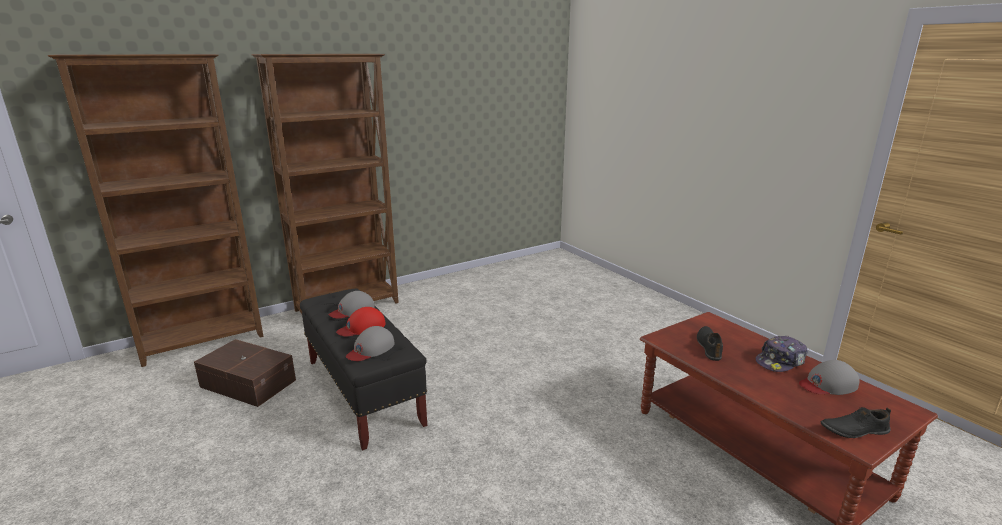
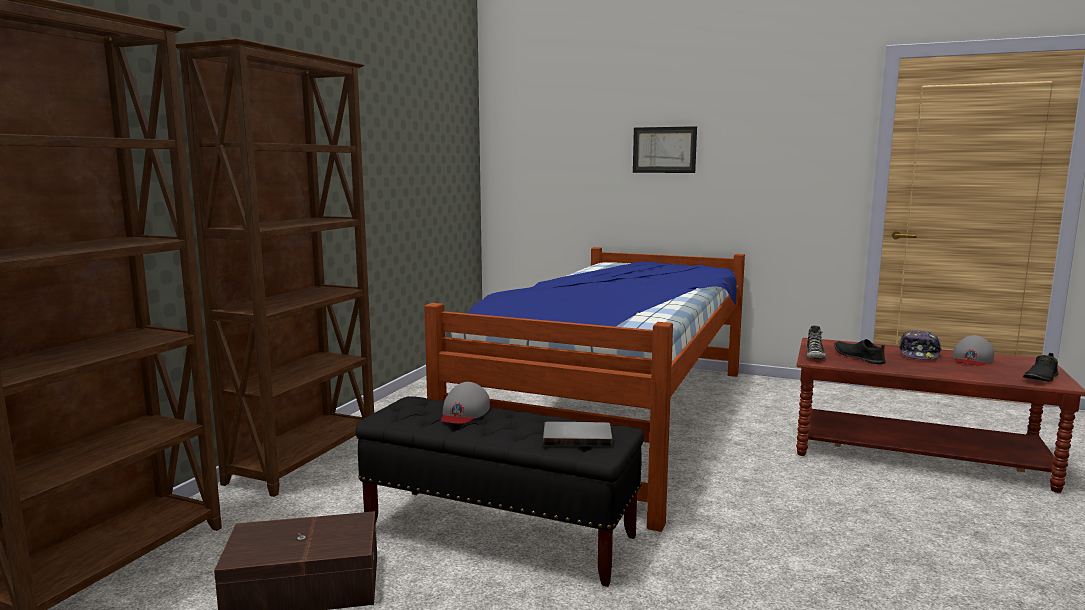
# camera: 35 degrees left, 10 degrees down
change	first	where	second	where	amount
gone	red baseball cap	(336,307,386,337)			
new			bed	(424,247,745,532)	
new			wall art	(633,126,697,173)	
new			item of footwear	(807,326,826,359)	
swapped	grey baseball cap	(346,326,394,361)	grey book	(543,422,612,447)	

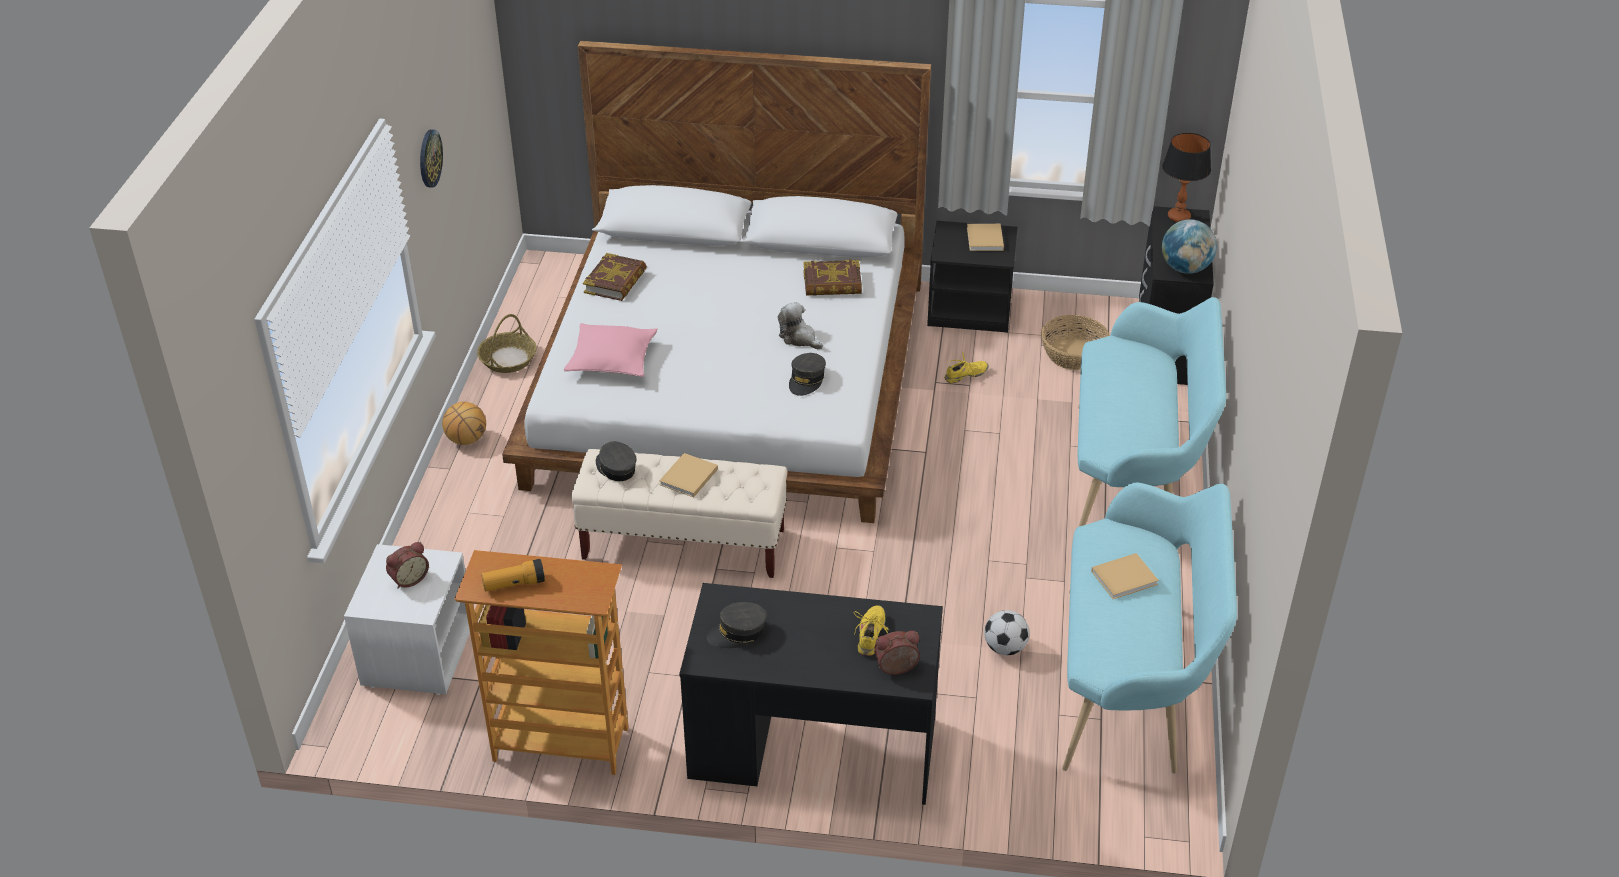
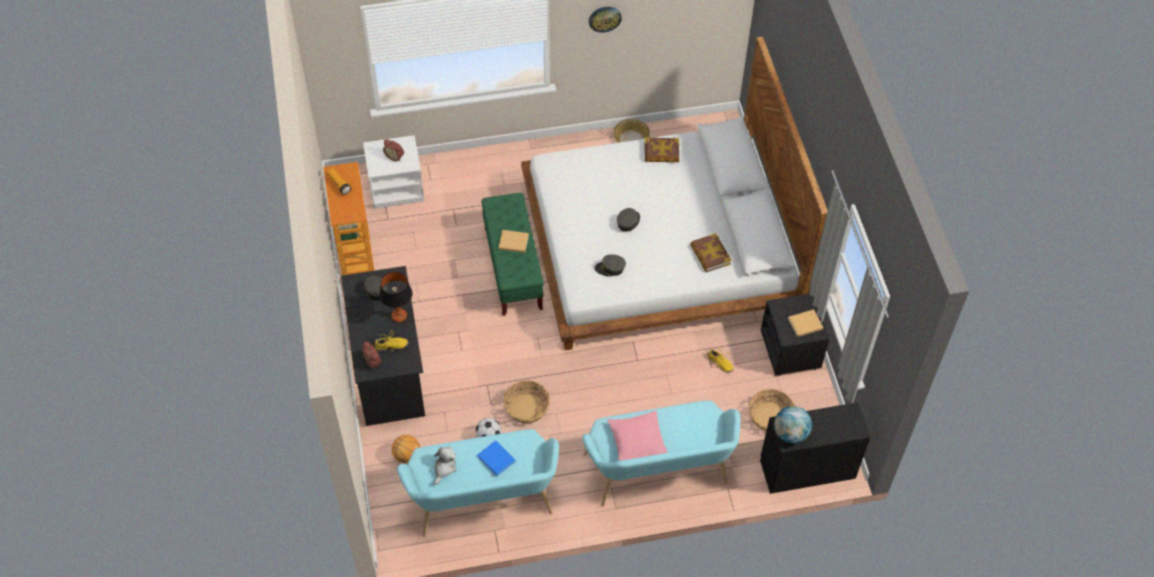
# camera: 70 degrees right, 15 degrees up
change	first	where	second	where	amount
new			storage basket	(503,380,550,424)	
shifted	basketball	(442,402,486,445)		(392,435,420,463)	
shifted	pinkish cushion	(564,323,657,377)		(607,411,668,461)	
shifted	grey baseball cap	(596,442,636,481)		(617,208,640,232)	
shifted	soft toy	(778,302,823,349)		(434,447,456,485)	
shifted	lamp for a table	(1162,133,1211,222)		(379,272,412,322)	
repainted	sand-coloured long seat	(571,449,787,578)	green long seat	(481,193,544,316)	
repainted	sand-coloured book	(1091,553,1159,599)	blue book	(477,441,516,476)	

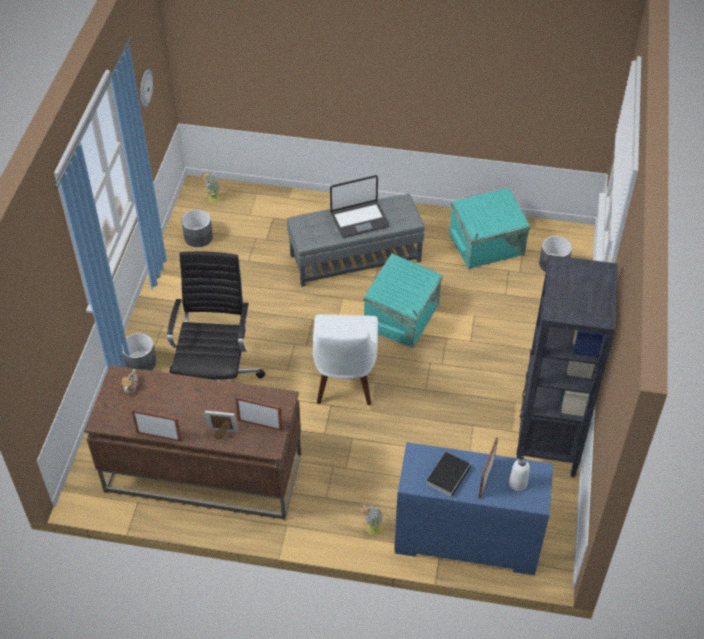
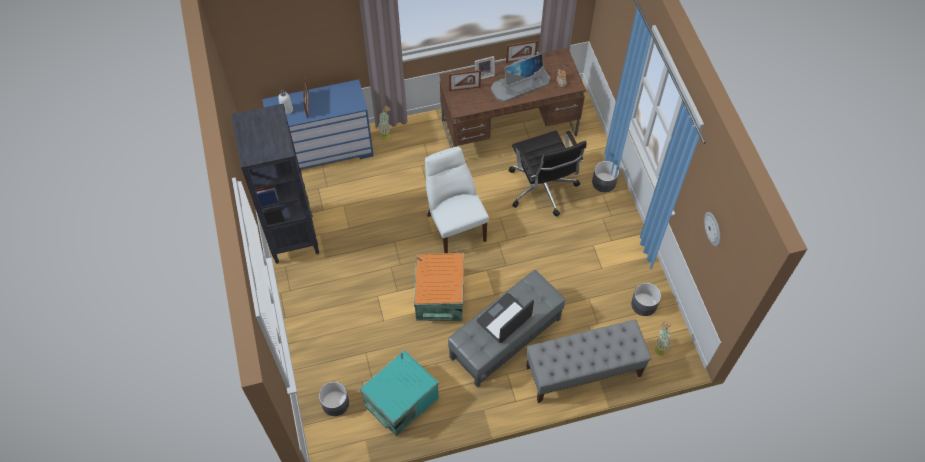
# camera: 155 degrees right, 10 degrees up
change	first	where	second	where	amount
gone	book	(427,452,472,497)			
new			computer display	(491,53,551,102)	
new			grey long seat	(526,319,651,403)	
repainted	blue-green storage container	(363,254,443,348)	orange storage container	(414,253,464,321)	

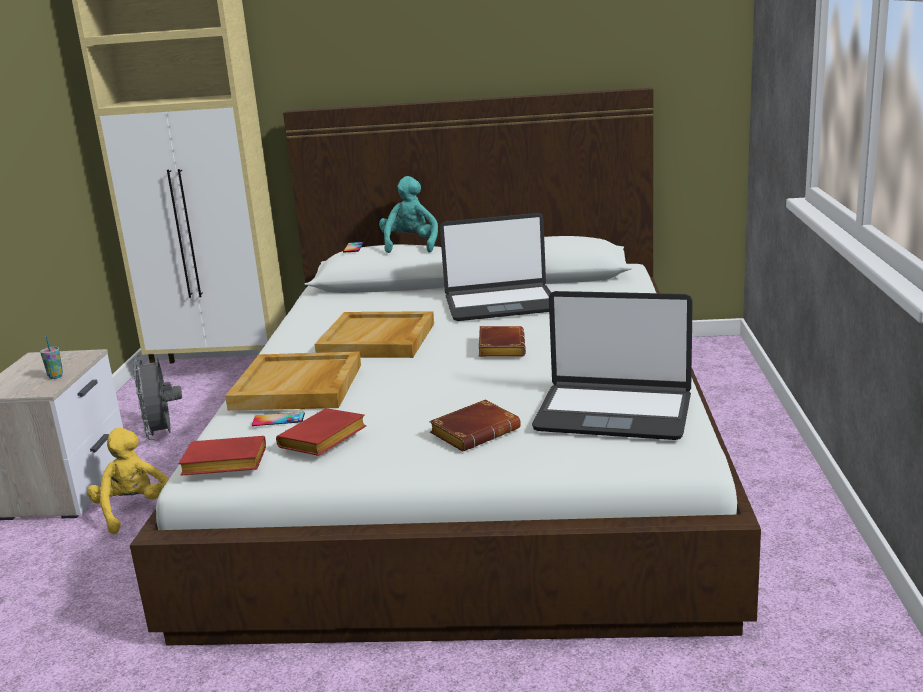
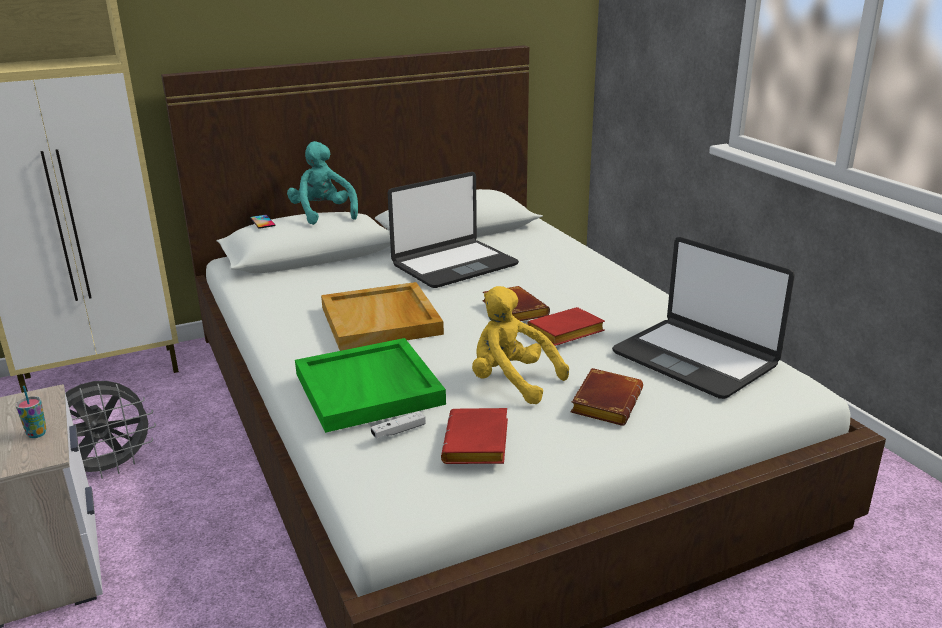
# camera: 30 degrees left, 5 degrees up
change	first	where	second	where	amount
shifted	yellowish soft toy	(87,428,169,534)		(472,286,569,404)	
shifted	red book	(178,436,266,476)		(527,307,605,346)	
swapped	phone	(252,412,305,426)	white gamepad	(371,411,425,438)	
repainted	sand-coloured tray	(225,351,361,411)	green tray	(295,338,446,433)	
rotated	grey electric fan	(133,355,182,442)		(66,381,156,479)	75 degrees counterclockwise
rotated	laptop	(532,291,693,440)		(612,237,795,399)	60 degrees clockwise

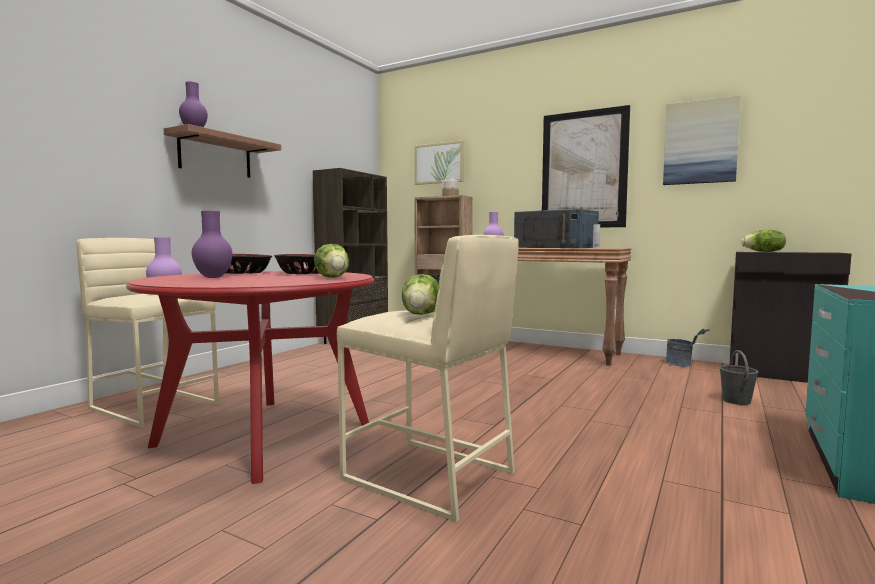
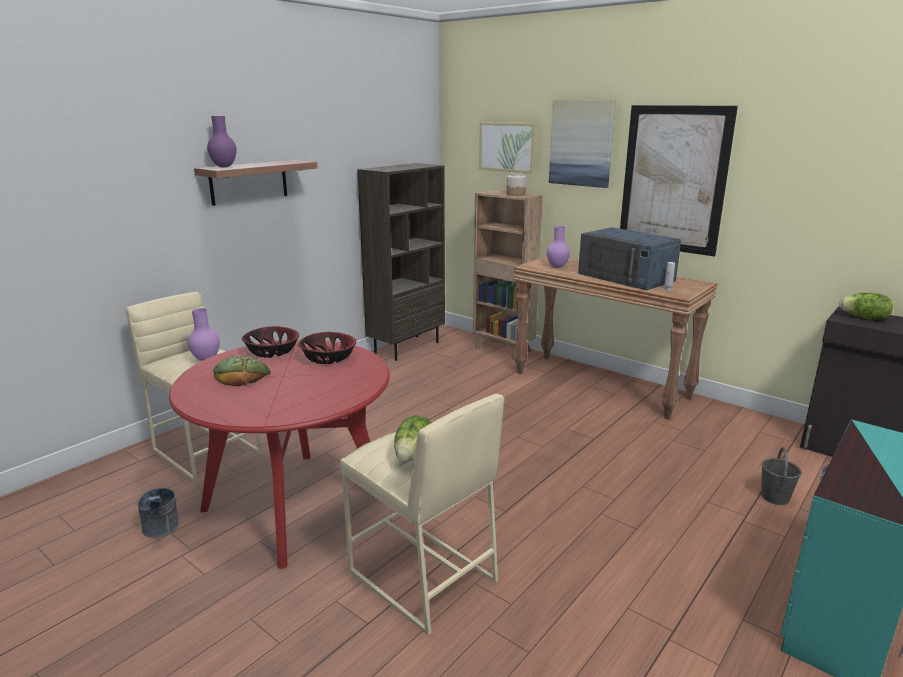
# camera: 10 degrees right, 15 degrees up
change	first	where	second	where	amount
gone	lettuce	(314,244,349,278)			
shifted	wall art	(663,95,741,185)		(549,100,616,188)	
shifted	grey water bucket	(666,329,710,367)		(137,488,179,538)	
swapped	purplish decorative vase	(192,211,232,278)	bread	(213,356,271,386)	

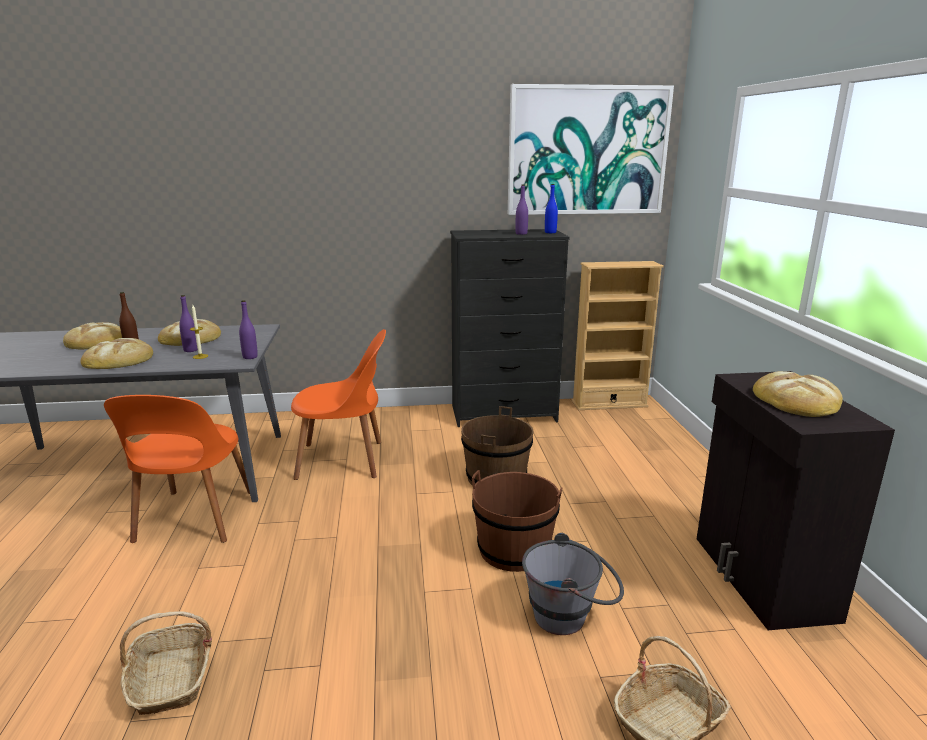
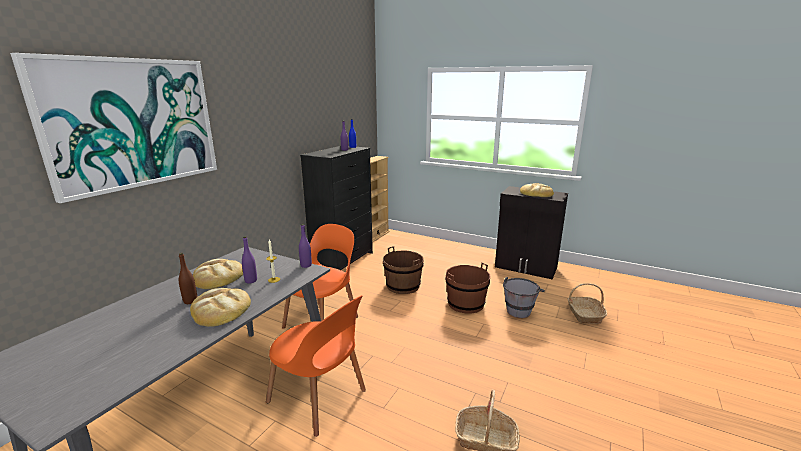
# camera: 55 degrees left, 0 degrees up
change	first	where	second	where	amount
gone	bread	(63,322,122,349)			
shifted	wall art	(508,84,674,215)		(10,53,217,203)	

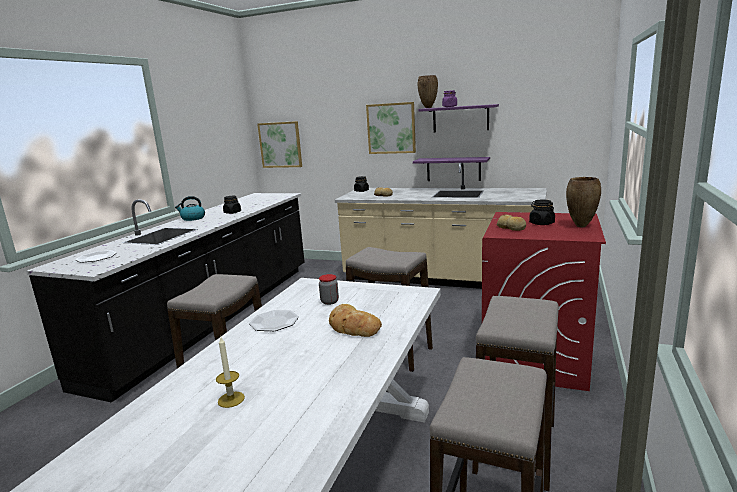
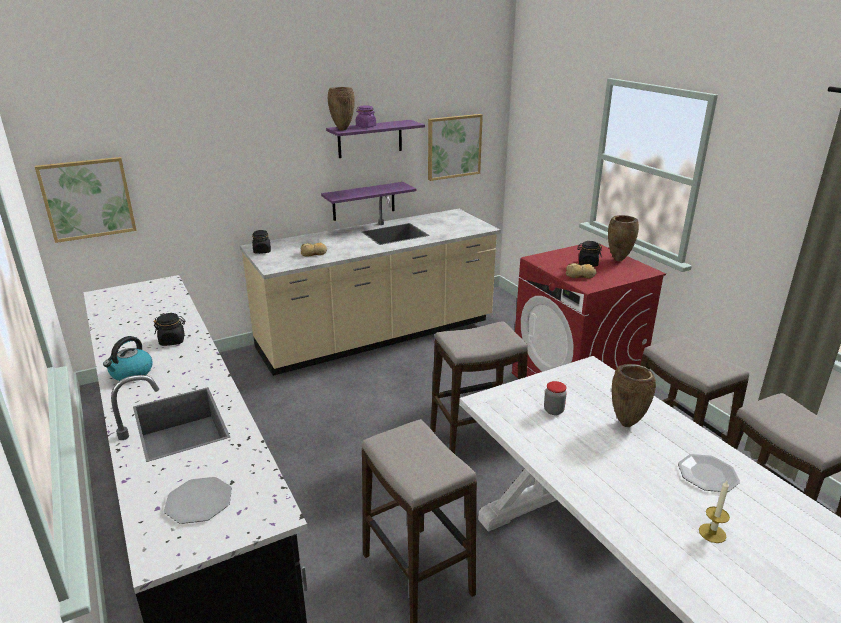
# camera: 50 degrees left, 10 degrees up
change	first	where	second	where	amount
shifted	flat dish	(249,310,299,331)		(678,454,740,492)	
shifted	wall art	(366,102,416,154)		(428,114,483,181)	
swapped	bread	(329,304,382,337)	brown-coloured decorative vase	(612,364,656,427)	

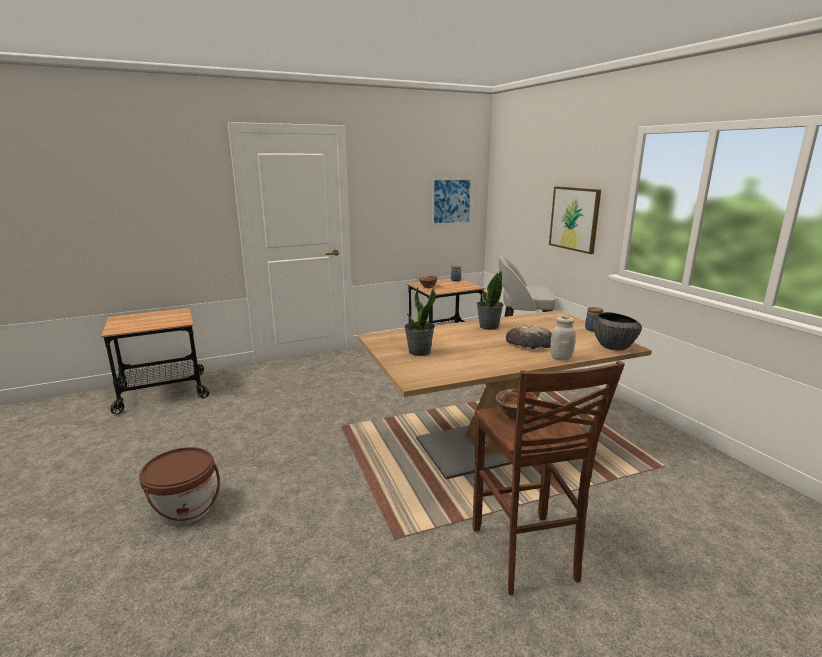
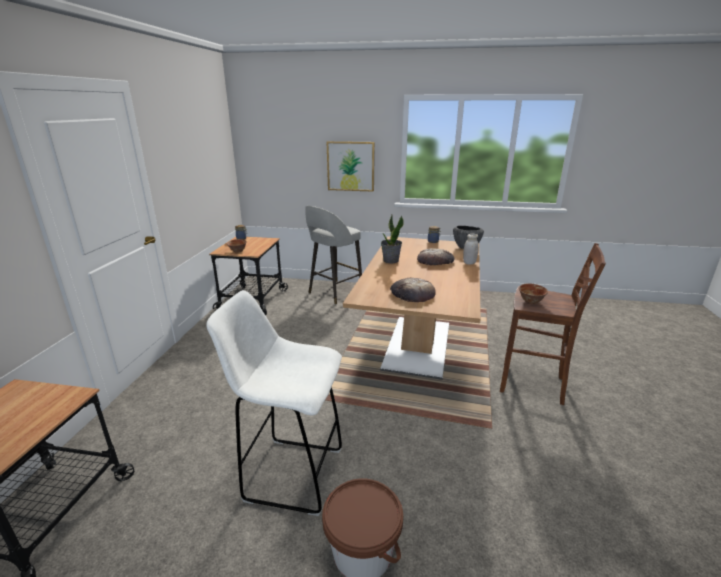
# camera: 55 degrees left, 5 degrees up
change	first	where	second	where	amount
gone	wall art	(432,178,472,225)			
new			white stool seat	(206,290,342,516)	
swapped	plant in a pot	(404,286,436,356)	bread	(390,278,436,302)	

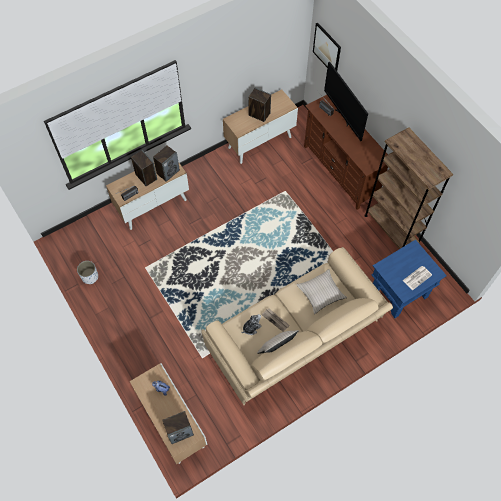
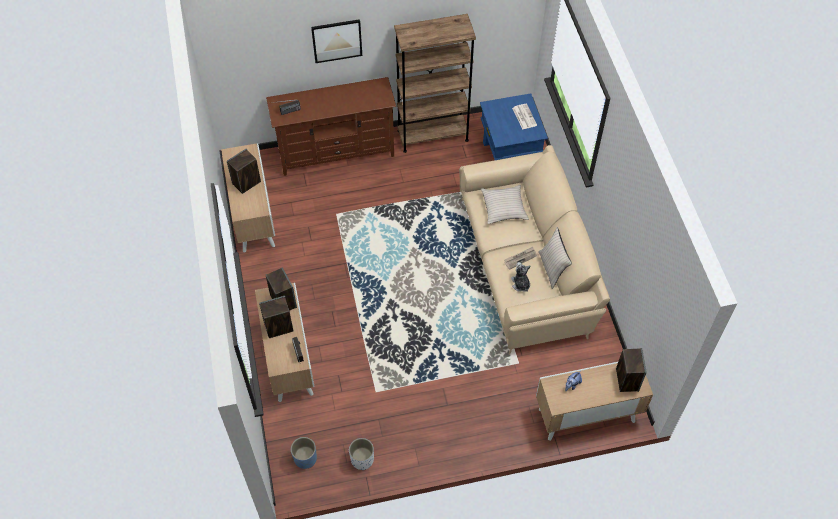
# camera: 70 degrees left, 5 degrees down
change	first	where	second	where	amount
gone	TV	(324,62,368,141)			
new			blue planter	(291,437,317,469)	
shifted	wall art	(313,22,341,71)		(311,19,362,63)	

